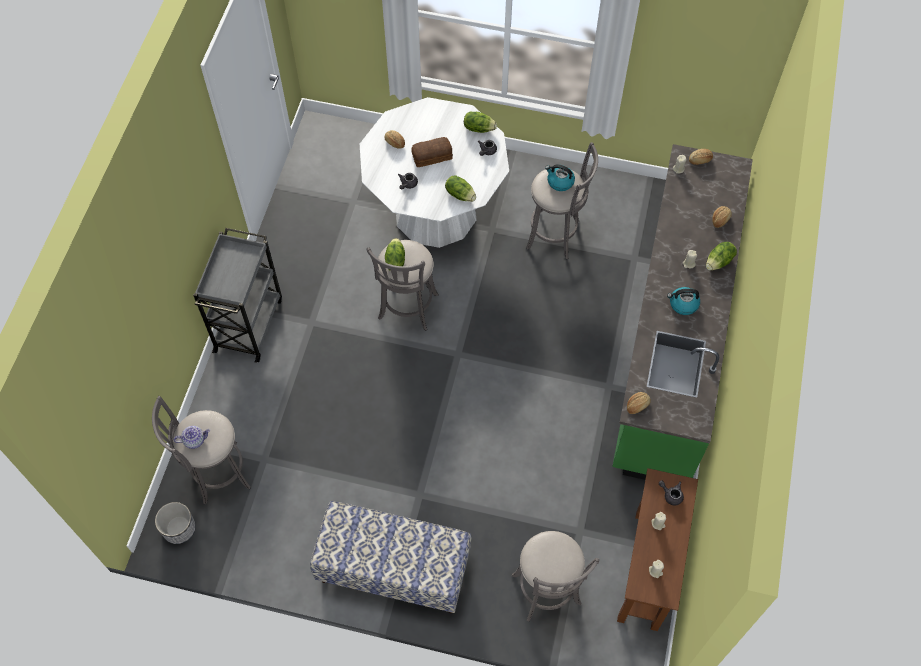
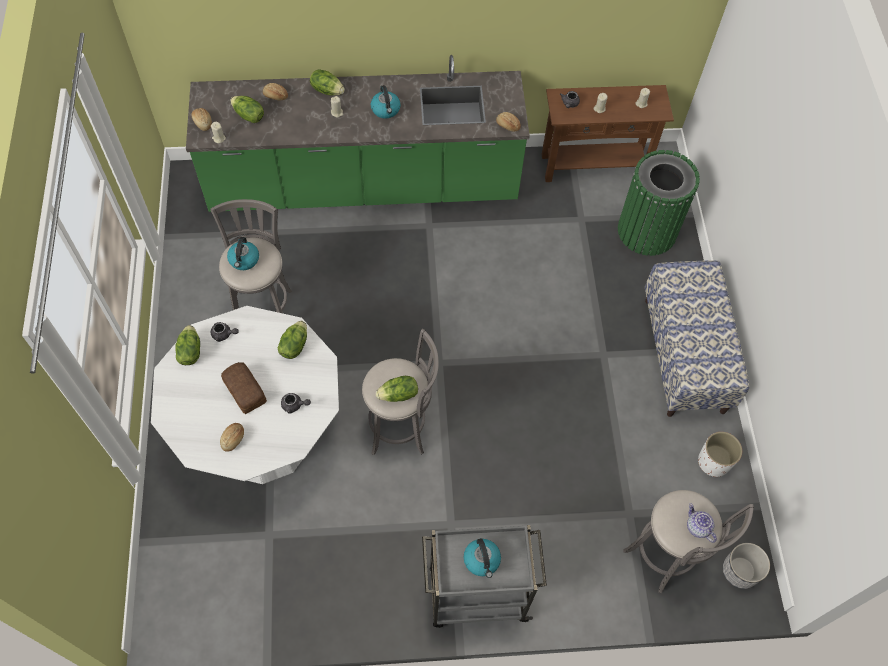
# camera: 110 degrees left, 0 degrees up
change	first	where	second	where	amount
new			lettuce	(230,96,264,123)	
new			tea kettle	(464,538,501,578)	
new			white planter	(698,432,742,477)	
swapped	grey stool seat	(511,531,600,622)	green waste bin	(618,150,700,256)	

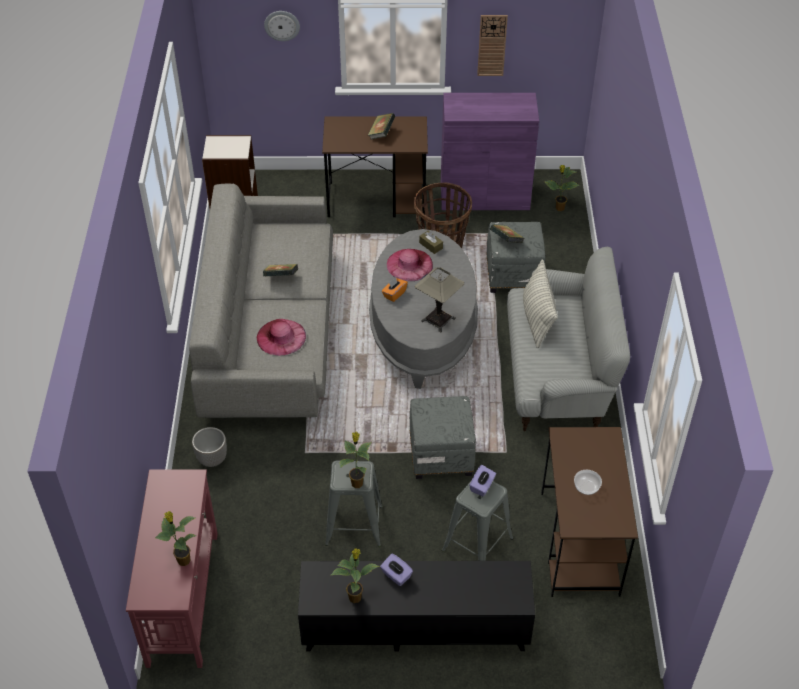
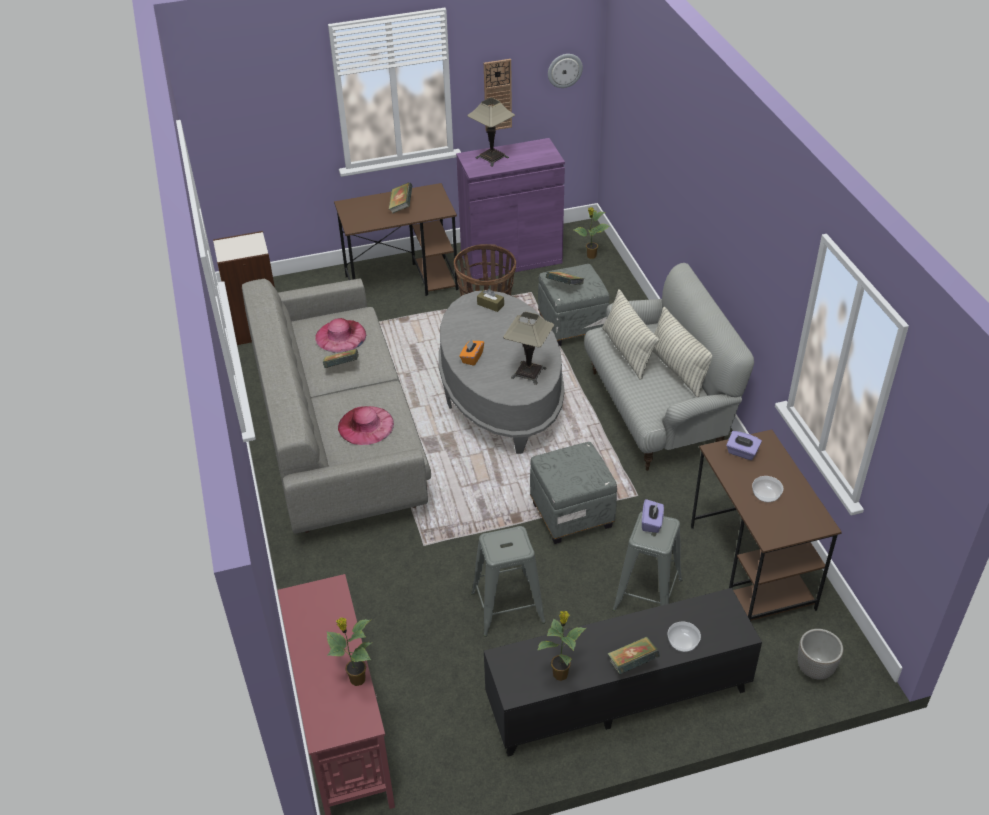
# camera: 15 degrees left, 5 degrees down
change	first	where	second	where	amount
gone	plant in a pot	(339,432,372,488)			
new			lamp for a table	(467,98,515,167)	
new			book	(607,636,660,674)	
new			cushion	(653,307,712,397)	
new			deep dish	(668,622,701,652)	
shifted	planter	(192,427,227,467)		(798,629,843,679)	
shifted	hanging clock	(264,11,300,41)		(548,54,583,88)	
shifted	purplish tissue box	(380,553,413,586)		(726,431,762,460)	
shifted	pinkish hat	(387,249,433,281)		(315,318,367,353)	

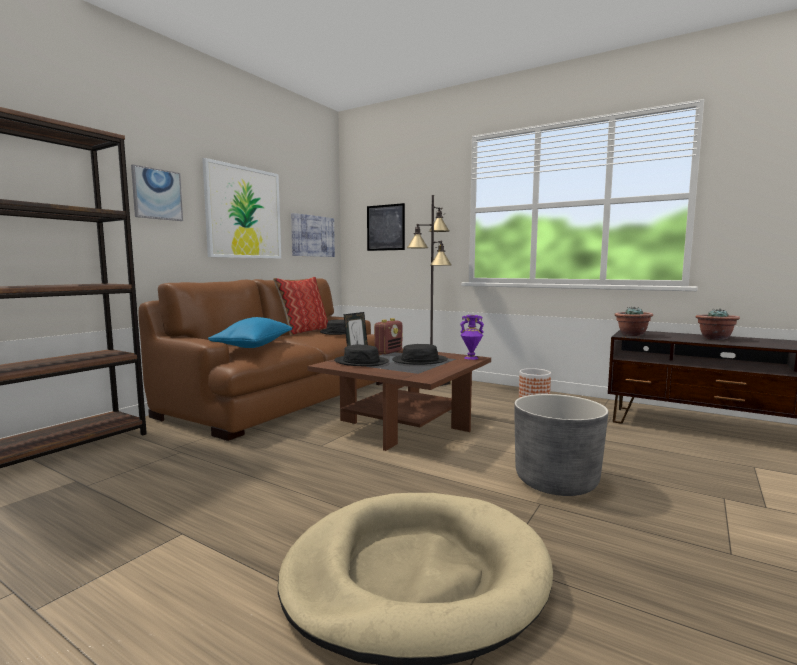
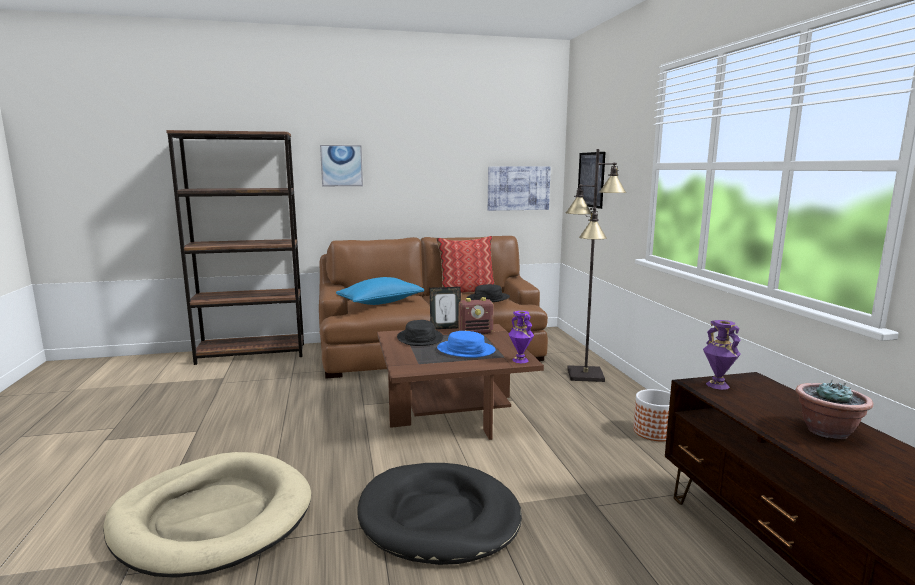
# camera: 45 degrees right, 5 degrees up
change	first	where	second	where	amount
gone	wall art	(202,158,281,259)			
swapped	grey planter	(514,394,608,496)	black-coloured dog bed	(357,463,522,565)	
swapped	plant in a pot	(614,307,653,336)	purplish decorative vase	(703,320,741,390)	
repainted	black-coloured hat	(392,344,448,365)	blue hat	(437,331,496,358)	

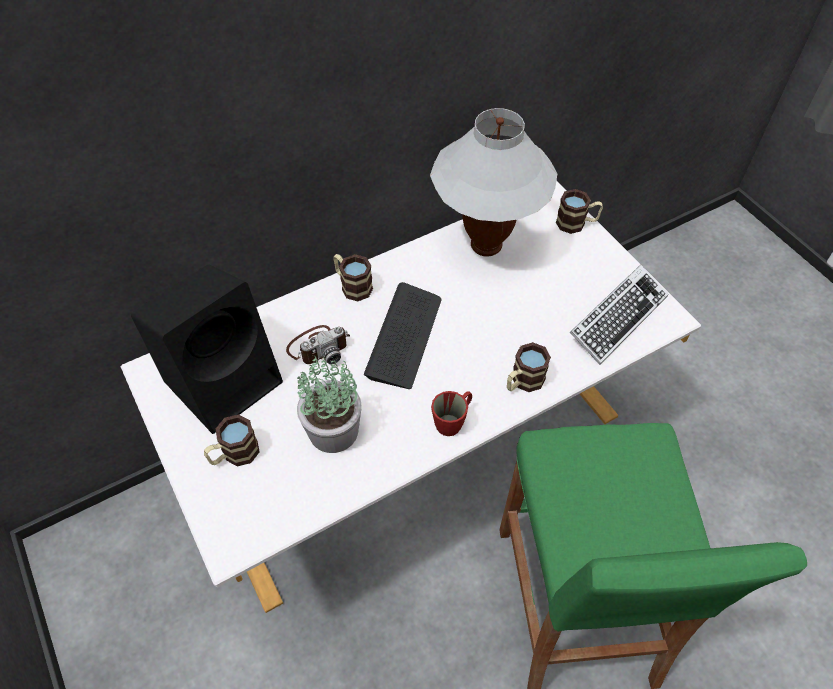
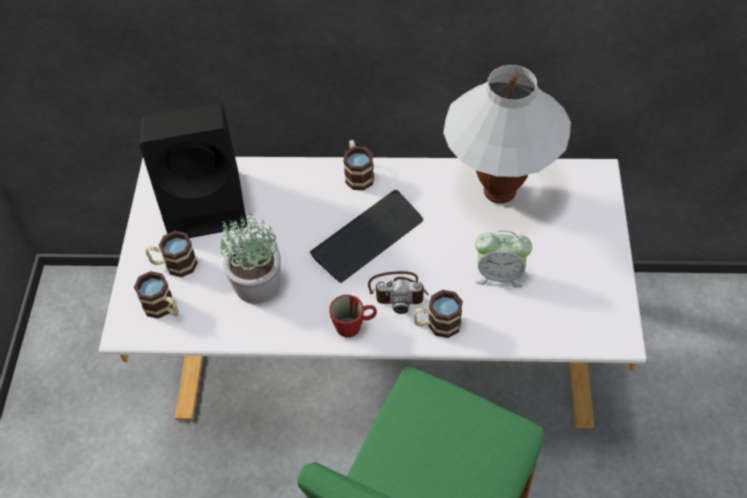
# camera: 35 degrees right, 0 degrees up
change	first	where	second	where	amount
gone	PC keyboard	(570,265,668,365)			
new			table clock	(475,230,532,288)	
shifted	still camera	(286,325,350,364)		(368,271,429,314)	
shifted	coffee mug	(556,189,603,234)		(134,271,179,319)	

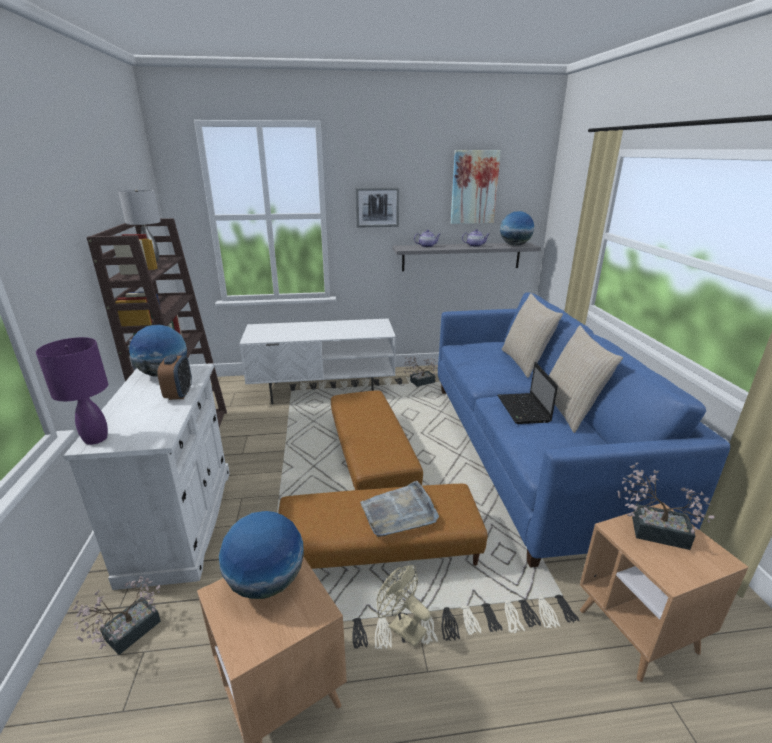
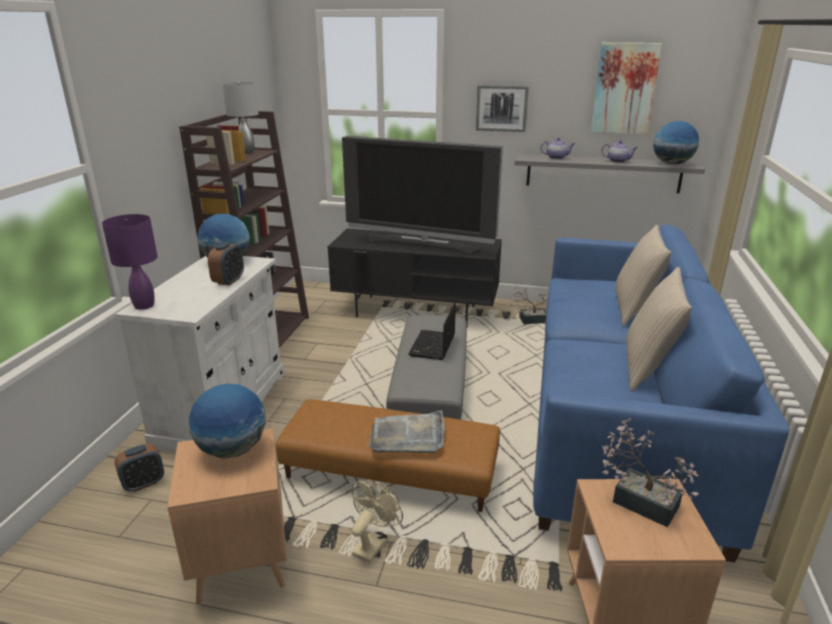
# camera: 20 degrees right, 0 degrees up
change	first	where	second	where	amount
new			TV	(342,136,503,254)	
shifted	laptop	(498,362,558,424)		(408,302,456,360)	
swapped	plant in a pot	(72,576,161,655)	table clock	(115,443,164,492)	
repainted	white tv stand	(239,318,396,404)	black-coloured tv stand	(327,228,502,323)	
repainted	brown-coloured footrest	(331,390,423,490)	grey footrest	(386,315,467,420)	
rotated	sand-coloured electric fan	(377,565,431,647)		(351,481,403,563)	60 degrees clockwise

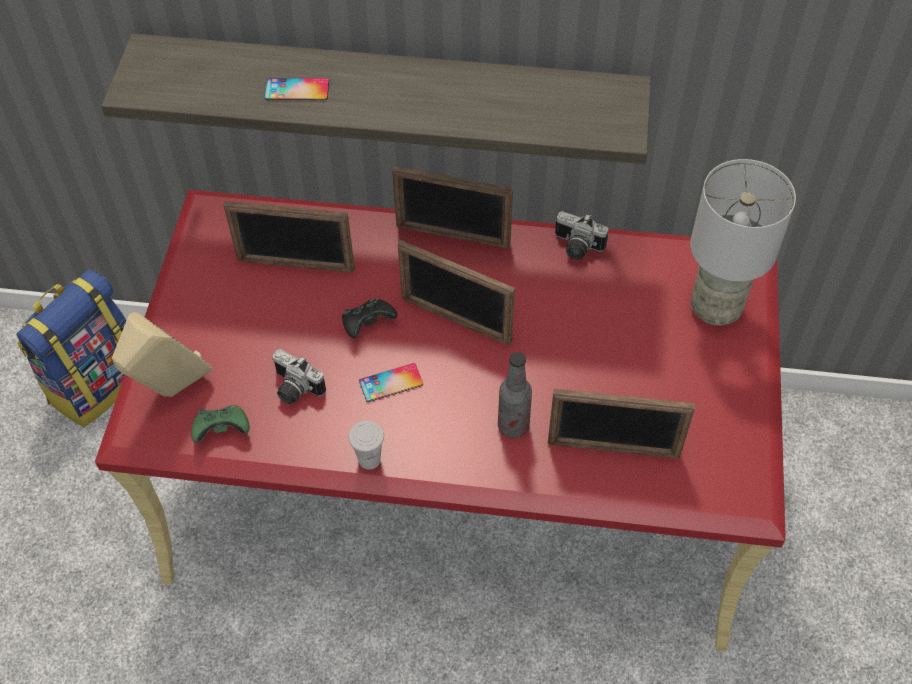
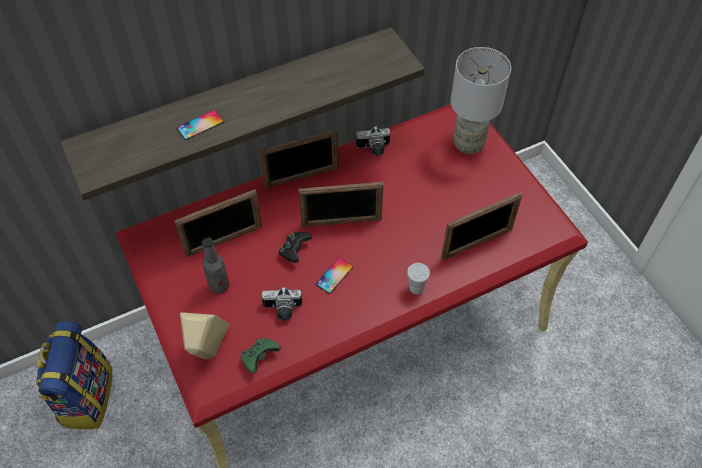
# camera: 35 degrees left, 0 degrees up
change	first	where	second	where	amount
shifted	white cup	(349,421,384,470)		(407,263,430,294)	
shifted	bottle	(498,352,532,438)		(202,238,229,294)	

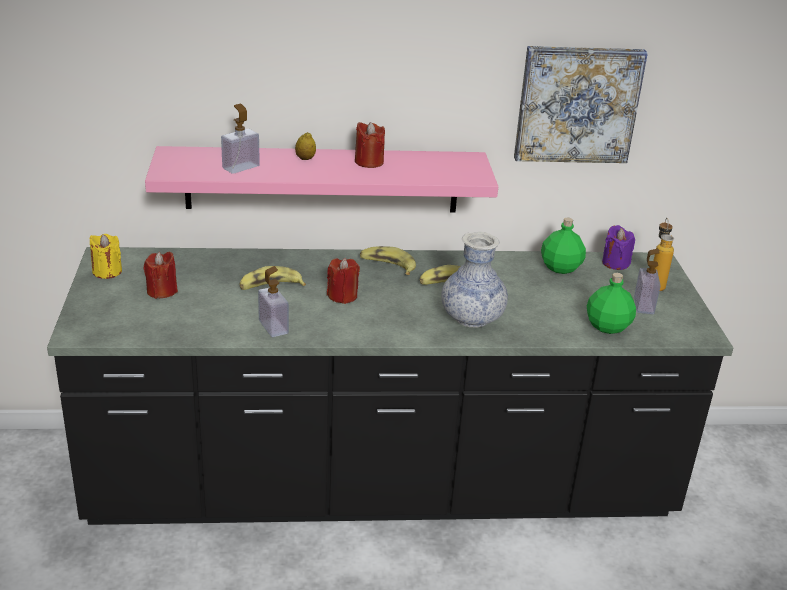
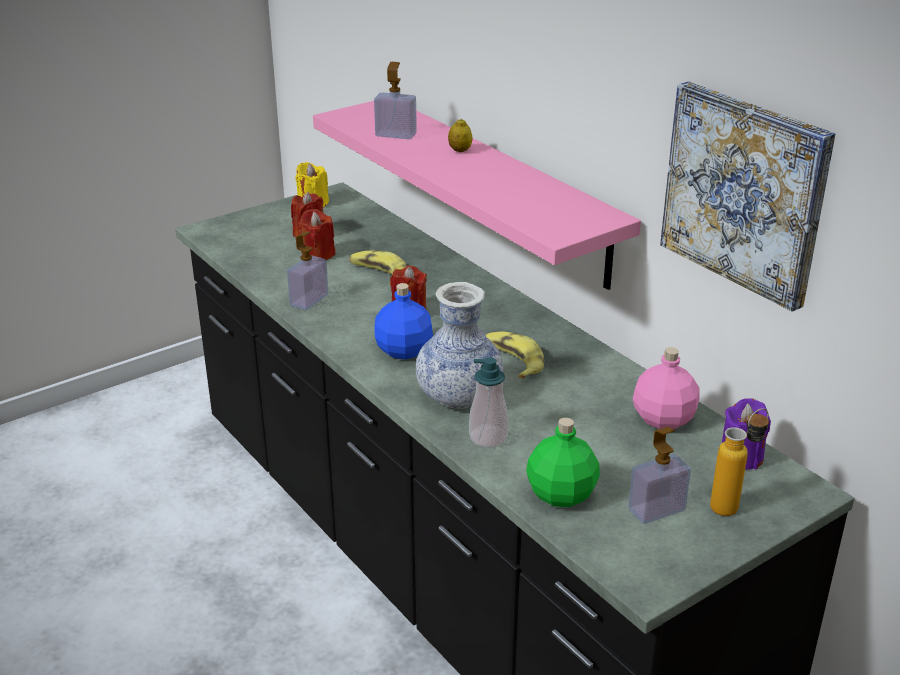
# camera: 60 degrees right, 0 degrees up
change	first	where	second	where	amount
gone	banana	(360,246,416,275)			
new			blue bottle	(374,283,433,360)	
new			soap dispenser	(469,357,509,448)	
shifted	red candle	(355,122,385,168)		(298,209,335,260)	
repainted	green bottle	(541,217,586,274)	pinkish bottle	(633,347,700,429)	

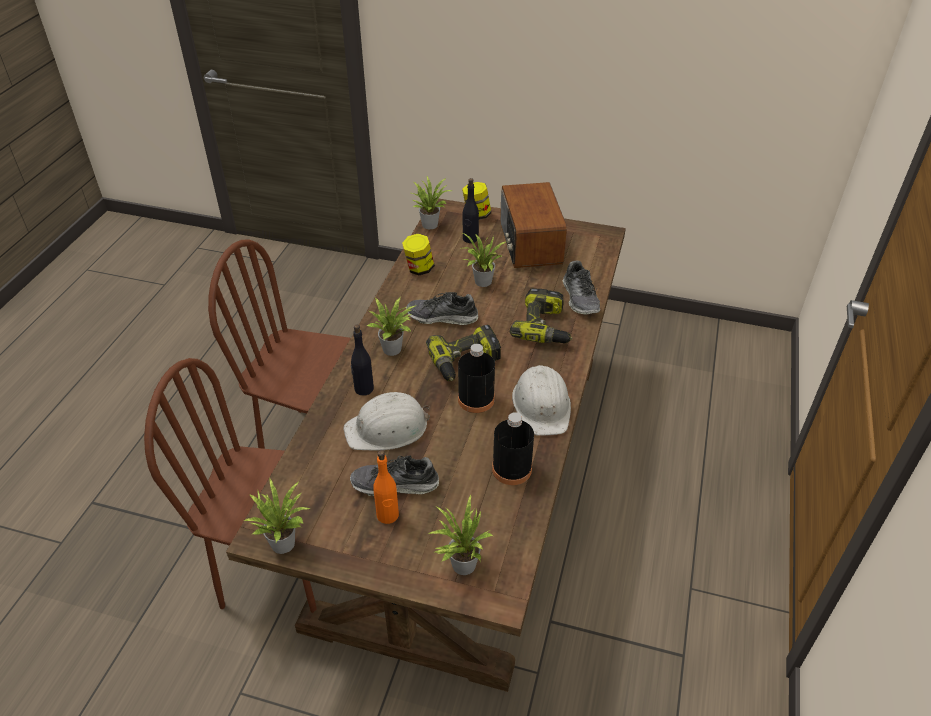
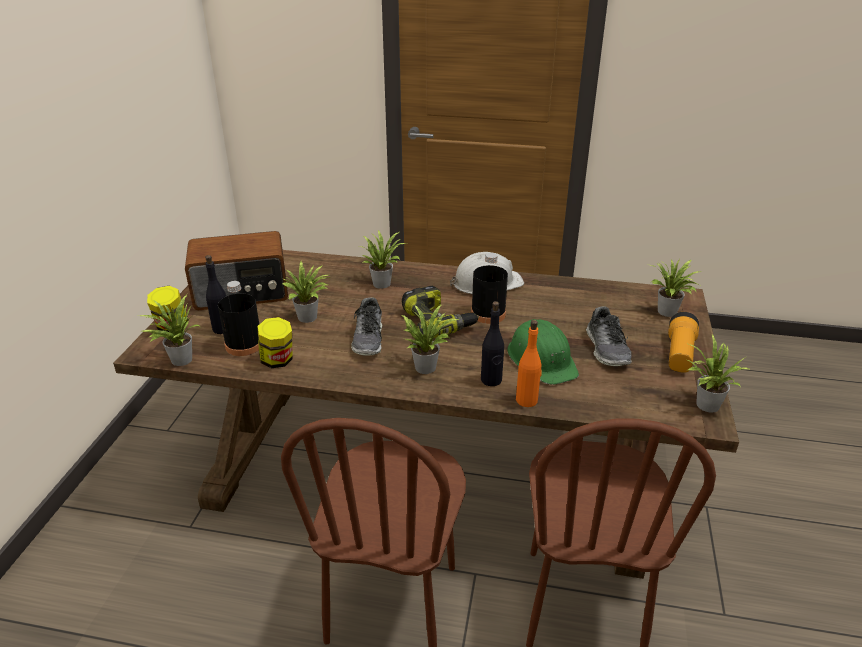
# camera: 95 degrees left, 10 degrees down
change	first	where	second	where	amount
gone	item of footwear	(562,261,600,314)			
new			torch	(668,312,699,373)	
shifted	orange bottle	(374,450,399,524)		(516,320,542,407)	
shifted	black-coloured bottle	(492,412,534,485)		(218,281,259,356)	
swapped	drill	(510,288,572,343)	plant in a pot	(359,230,406,289)	
repainted	white safety helmet	(343,392,430,451)	green safety helmet	(507,319,579,385)	

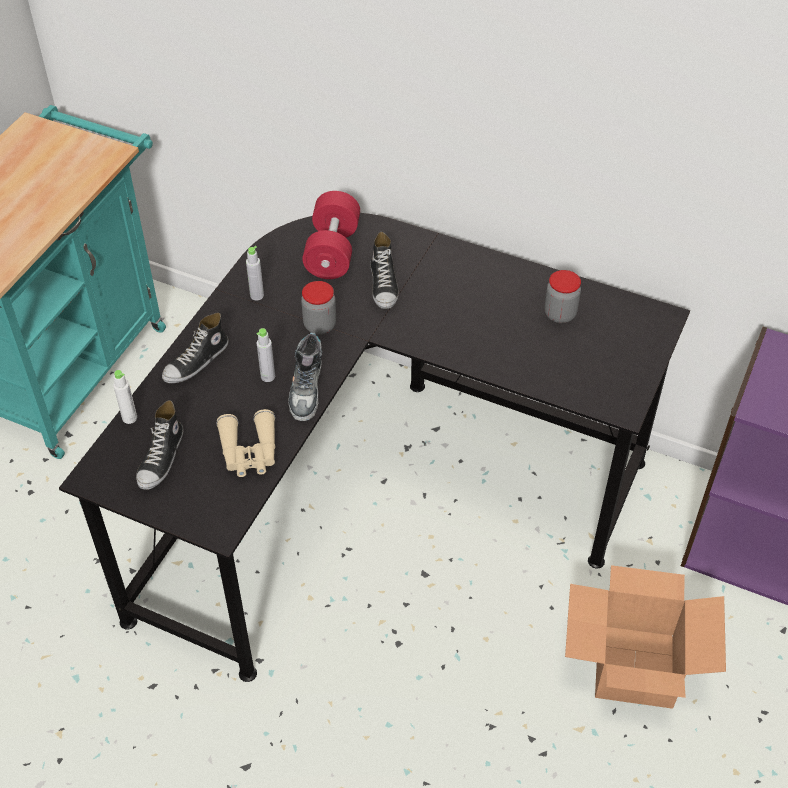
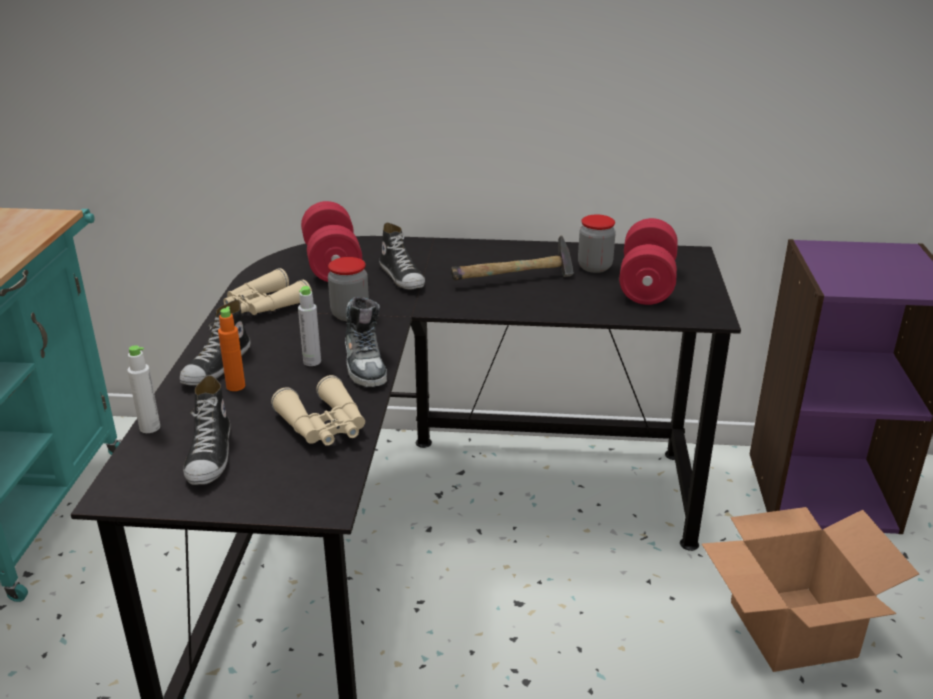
# camera: 20 degrees left, 20 degrees down
change	first	where	second	where	amount
new			orange bottle	(218,306,245,391)	
new			tool hammer	(451,236,574,280)	
new			red dumbbell	(619,218,678,305)	
swapped	grey bottle	(246,246,264,300)	sand-coloured pair of binoculars	(223,268,312,315)	

